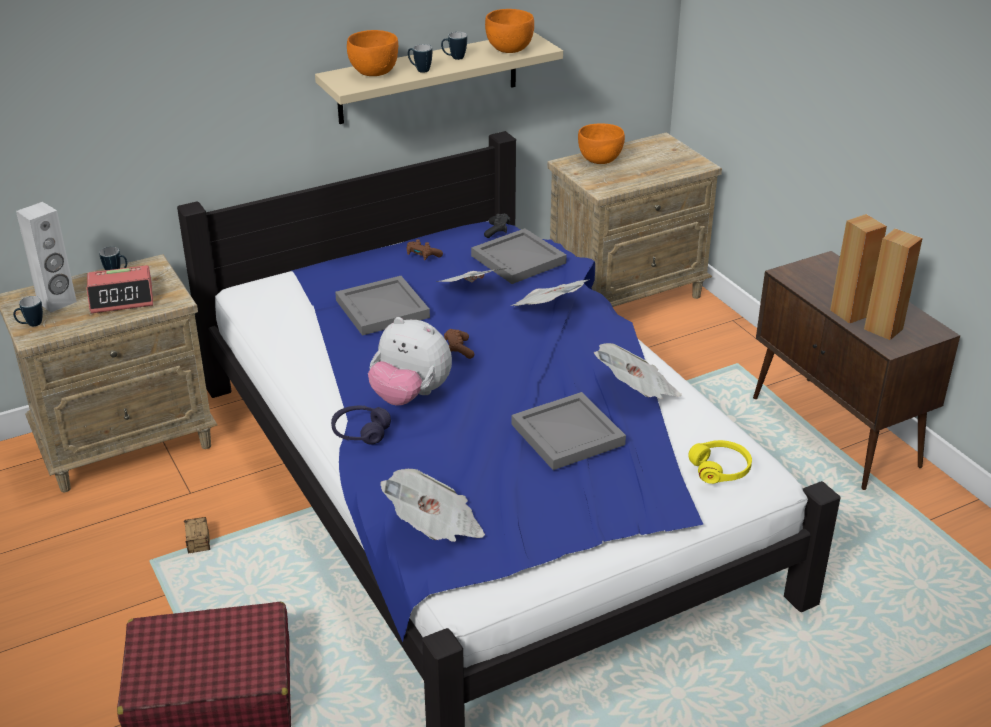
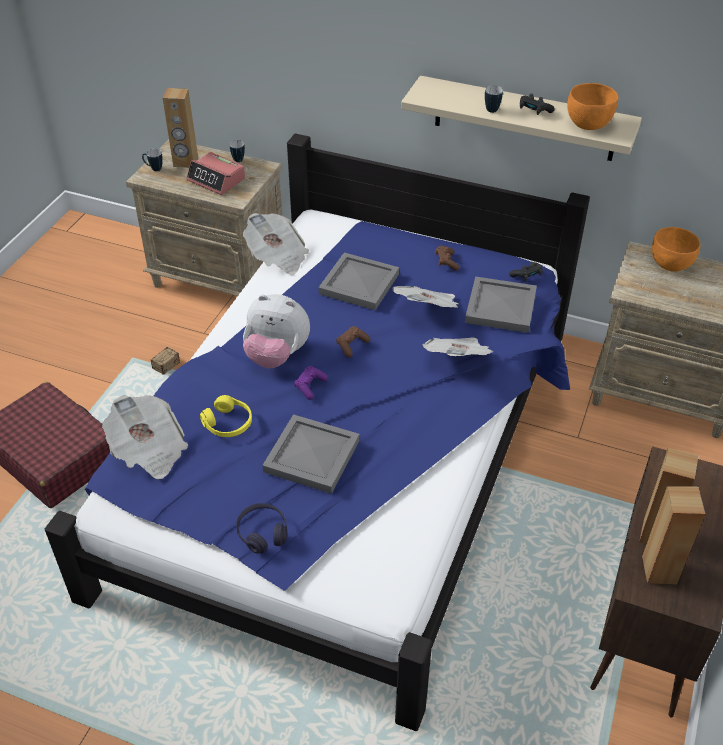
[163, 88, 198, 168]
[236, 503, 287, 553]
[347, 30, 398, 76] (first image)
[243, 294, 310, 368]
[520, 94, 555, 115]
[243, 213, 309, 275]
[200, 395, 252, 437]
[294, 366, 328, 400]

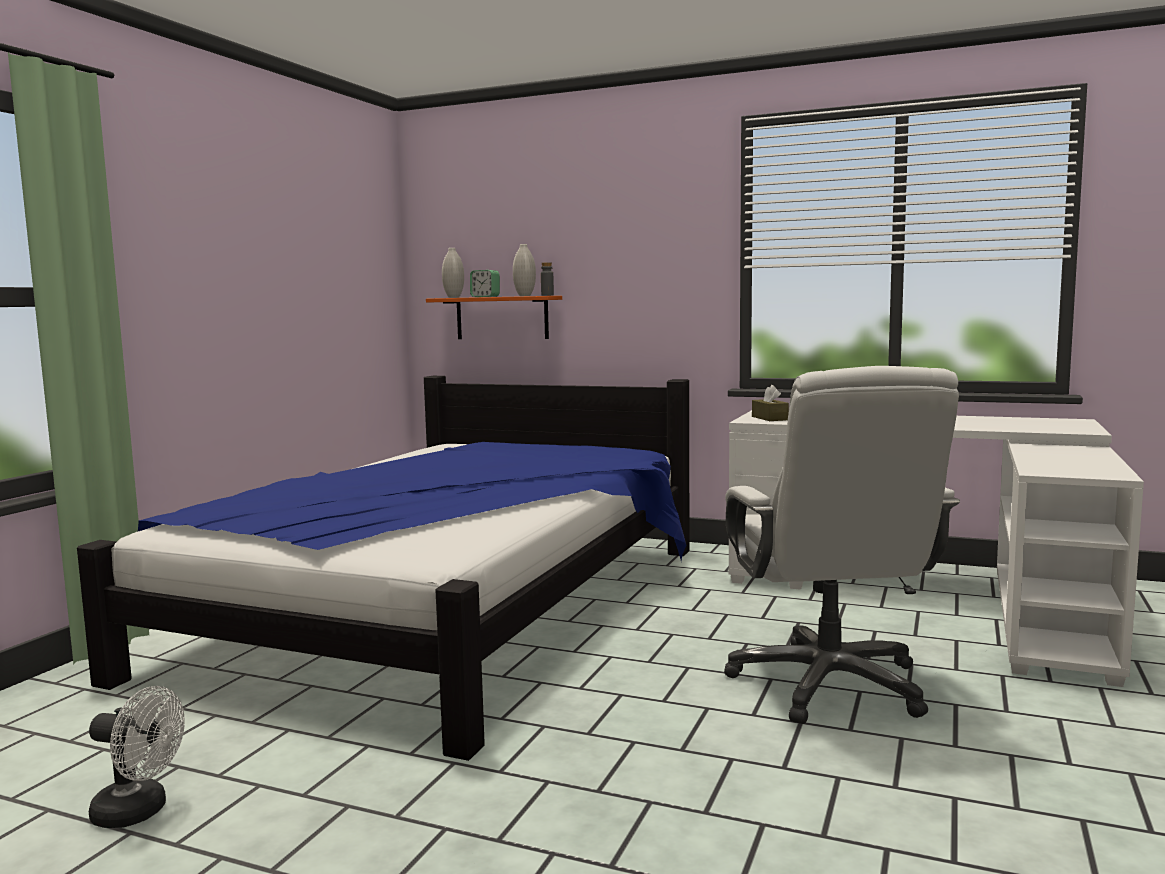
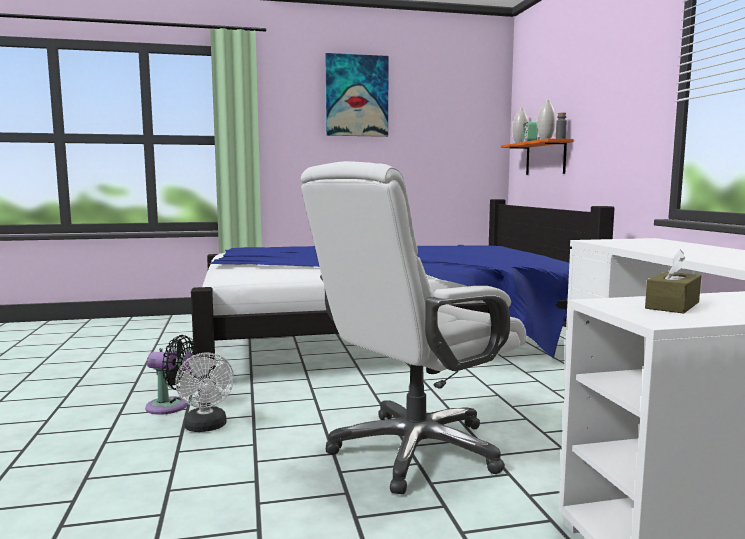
[175, 353, 234, 432]
[645, 250, 701, 314]
[145, 335, 198, 415]
[325, 53, 389, 137]

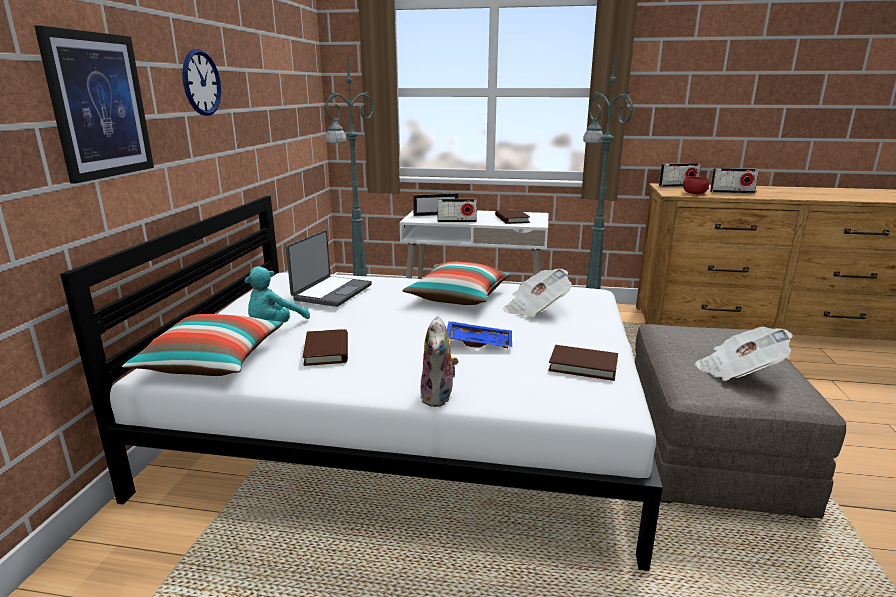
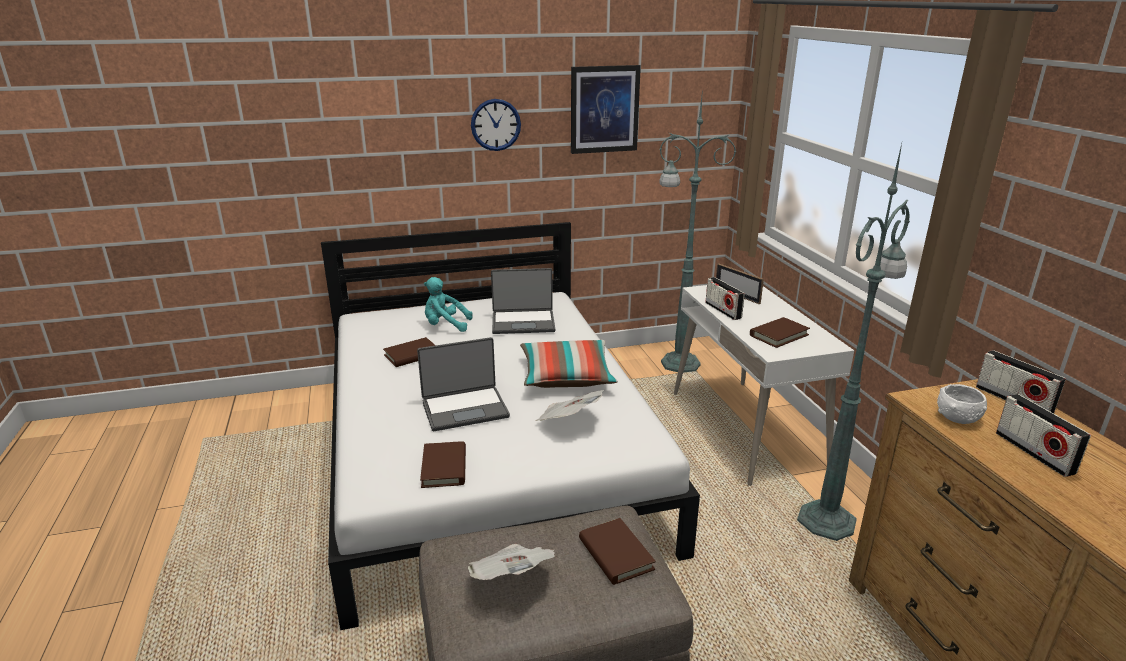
[571, 65, 641, 154]
[122, 314, 283, 376] (first image)
[420, 316, 459, 407] (first image)
[417, 337, 510, 431]
[937, 384, 987, 424]
[579, 518, 656, 585]

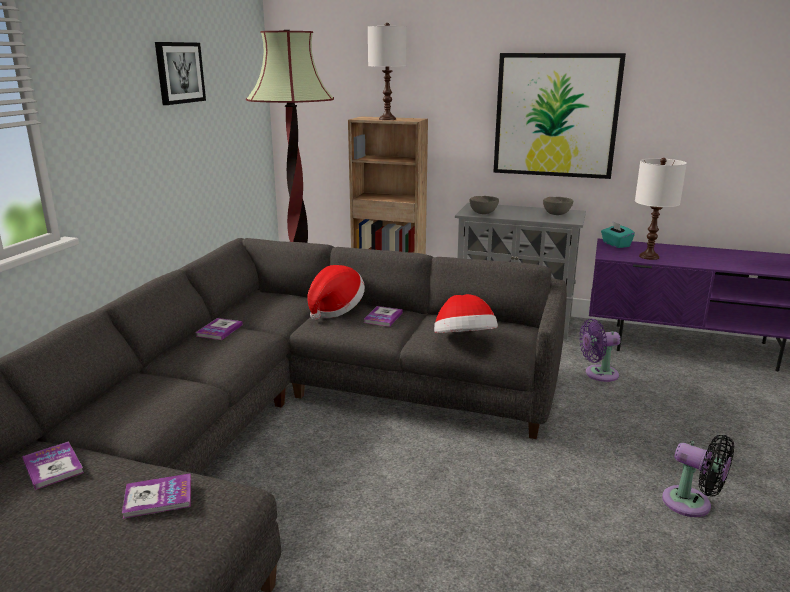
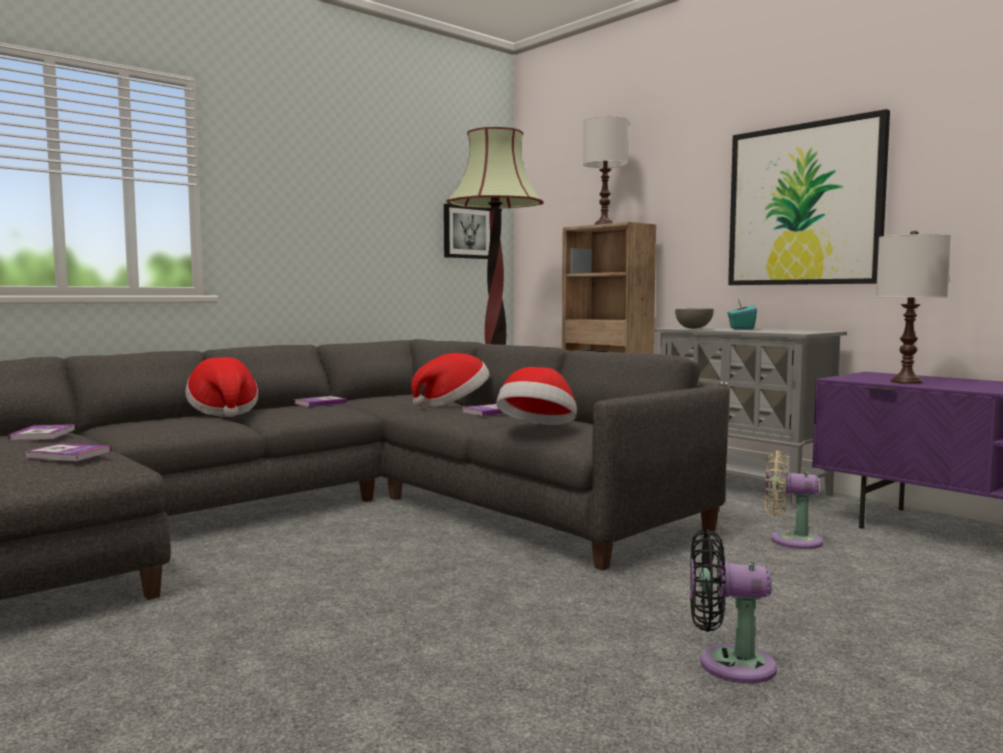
[444, 204, 491, 259]
[543, 197, 573, 215] (first image)
[765, 450, 823, 549]
[728, 299, 757, 329]
[690, 529, 777, 684]
[185, 357, 258, 417]

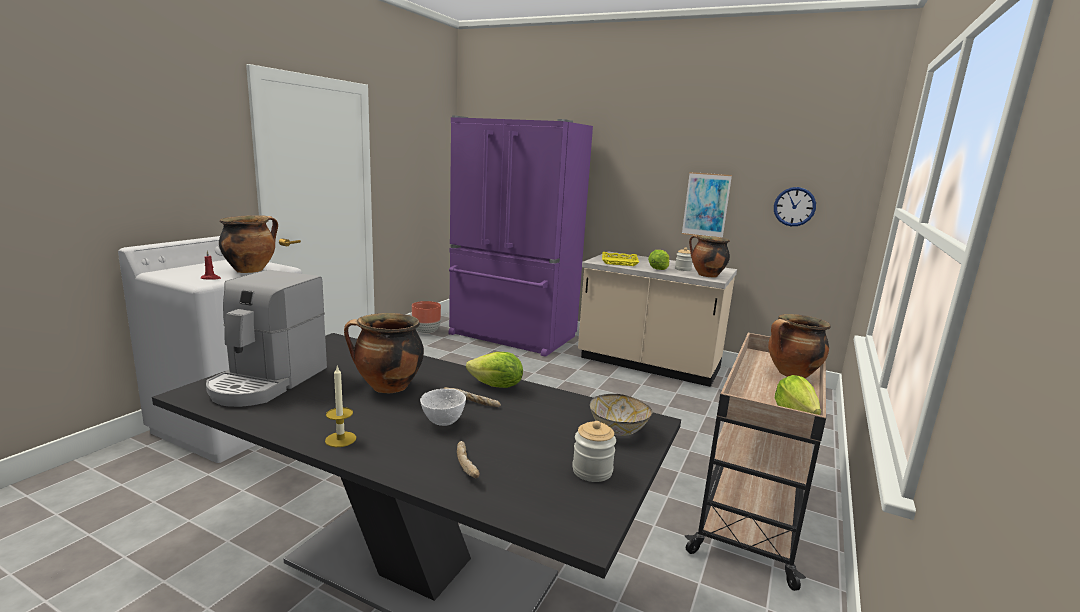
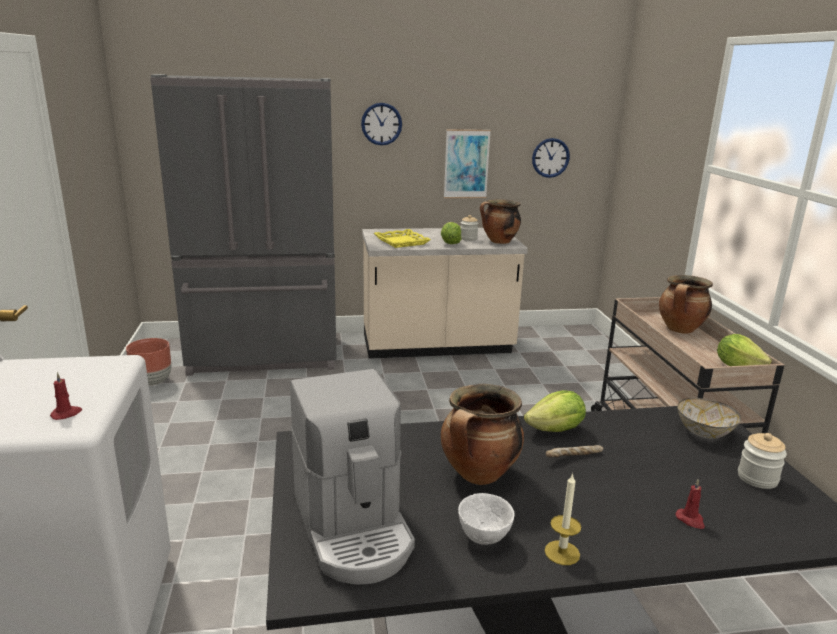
[219, 215, 278, 273] (first image)
[458, 493, 515, 545]
[150, 74, 337, 376]
[676, 479, 705, 529]
[361, 103, 402, 145]

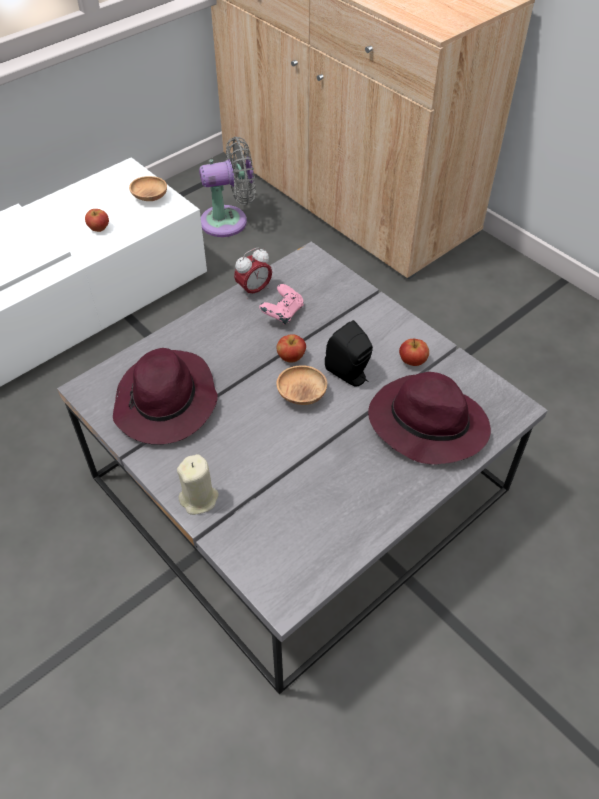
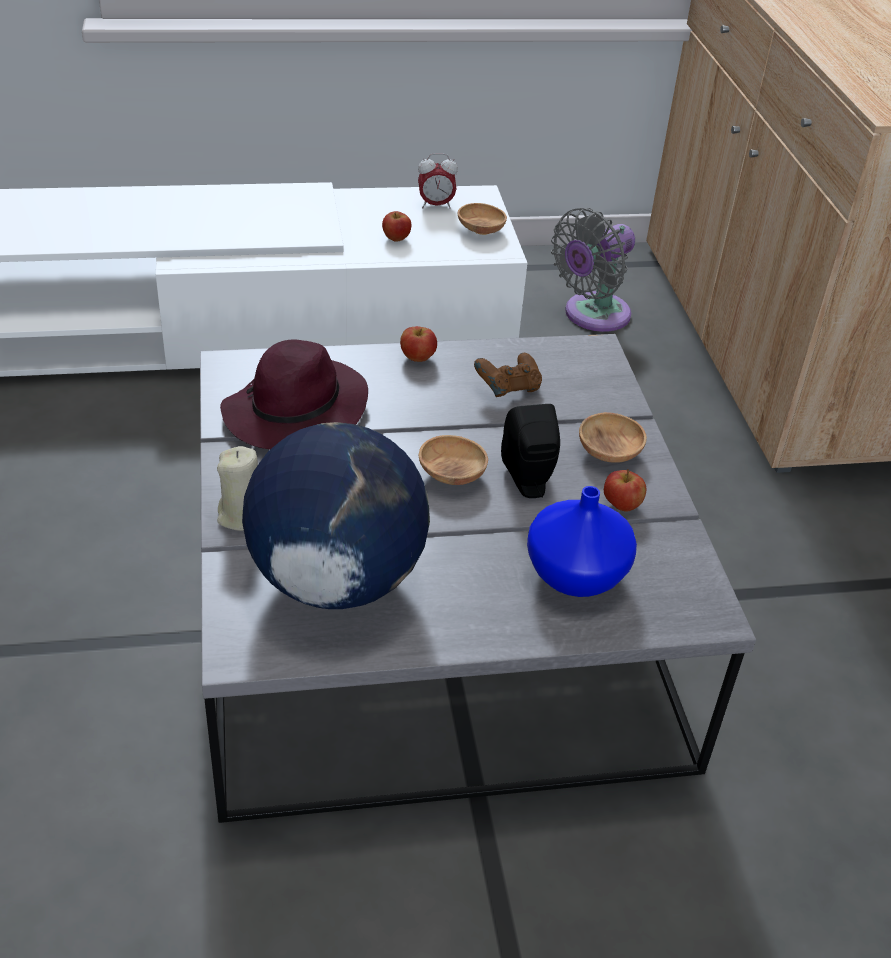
[551, 208, 635, 332]
[418, 153, 458, 209]
[474, 353, 542, 397]
[400, 326, 437, 362]
[527, 486, 637, 597]
[242, 422, 430, 609]
[579, 412, 647, 463]

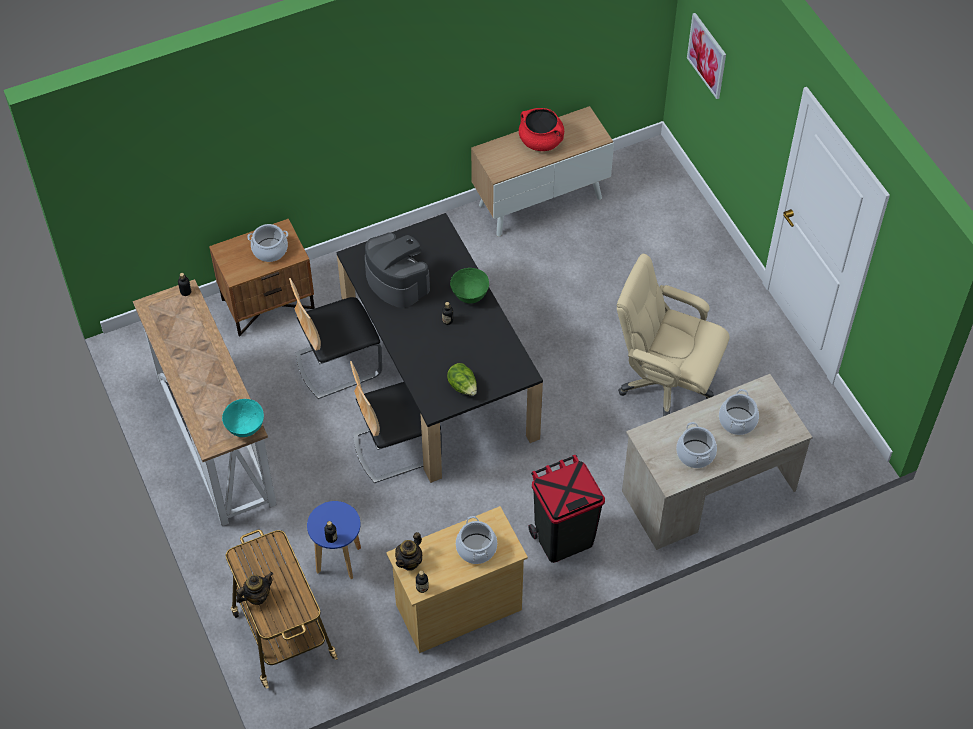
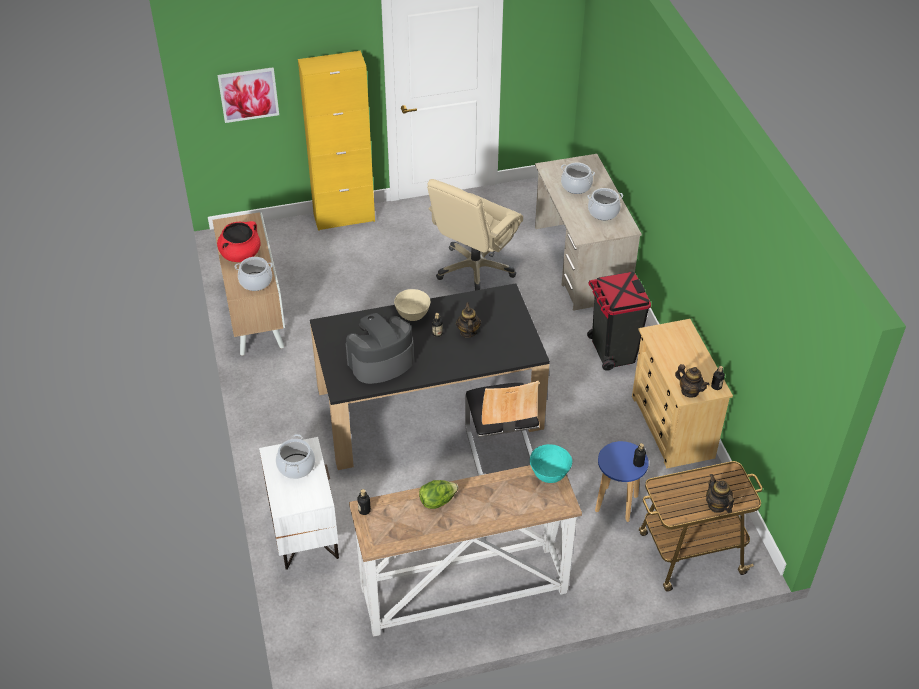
[259, 437, 339, 570]
[289, 278, 382, 399] (first image)
[419, 480, 459, 509]
[394, 289, 430, 321]
[235, 257, 272, 291]
[298, 51, 375, 231]
[456, 302, 481, 338]

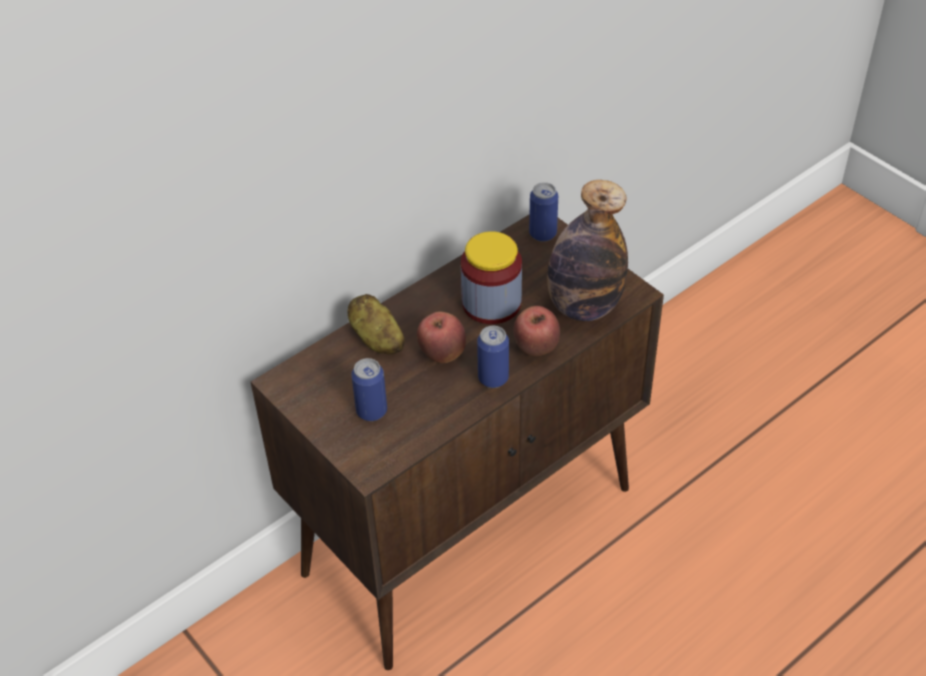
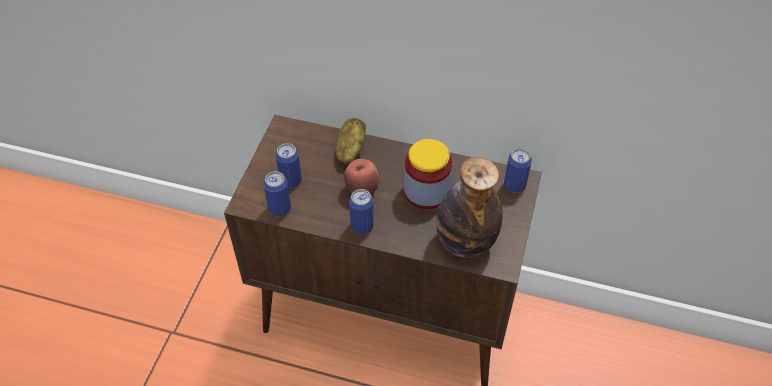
[513, 306, 560, 356] (first image)
[263, 171, 291, 216]

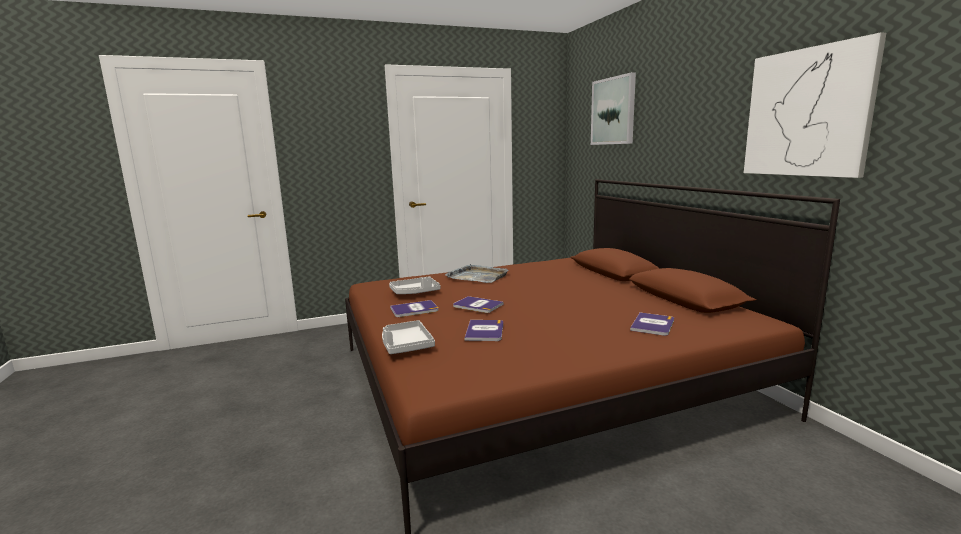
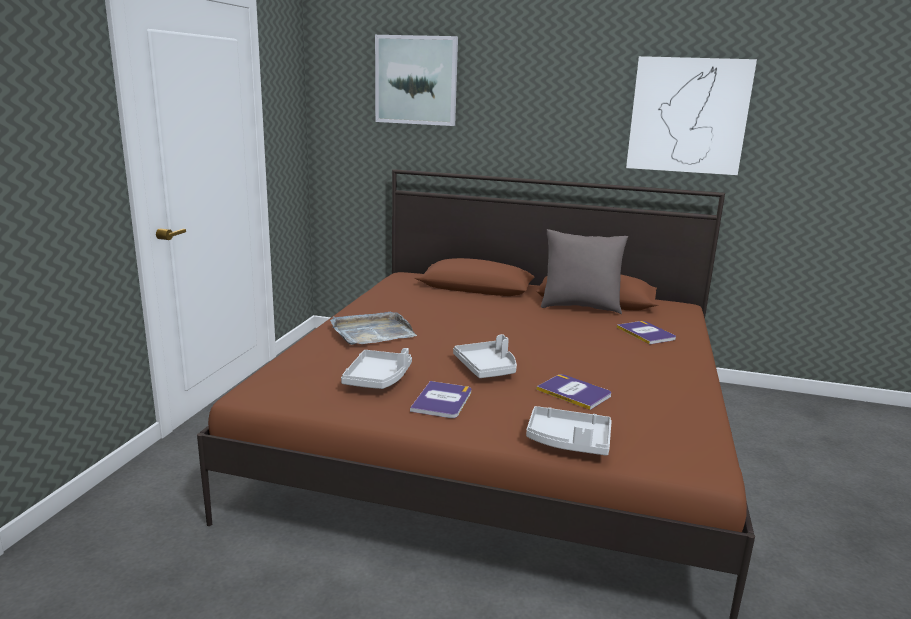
[453, 334, 517, 378]
[541, 229, 628, 314]

